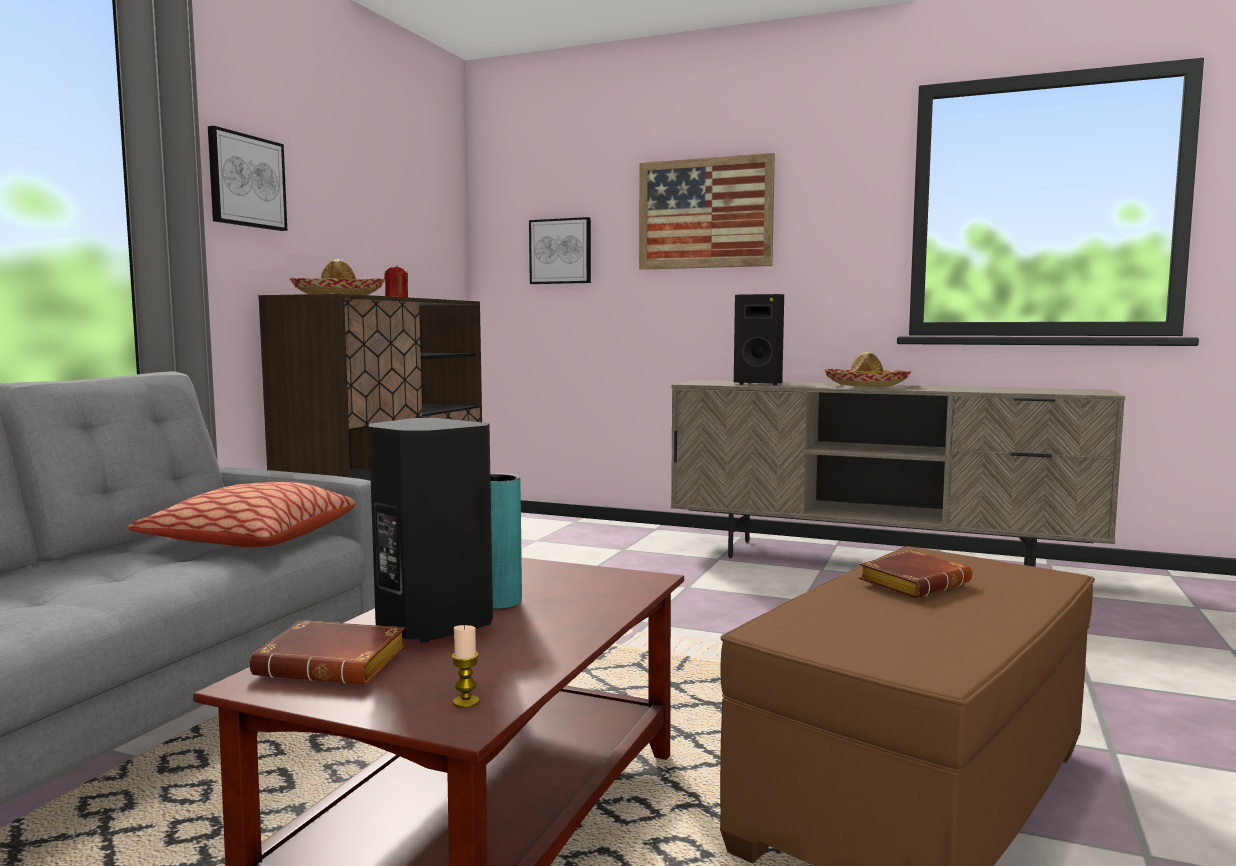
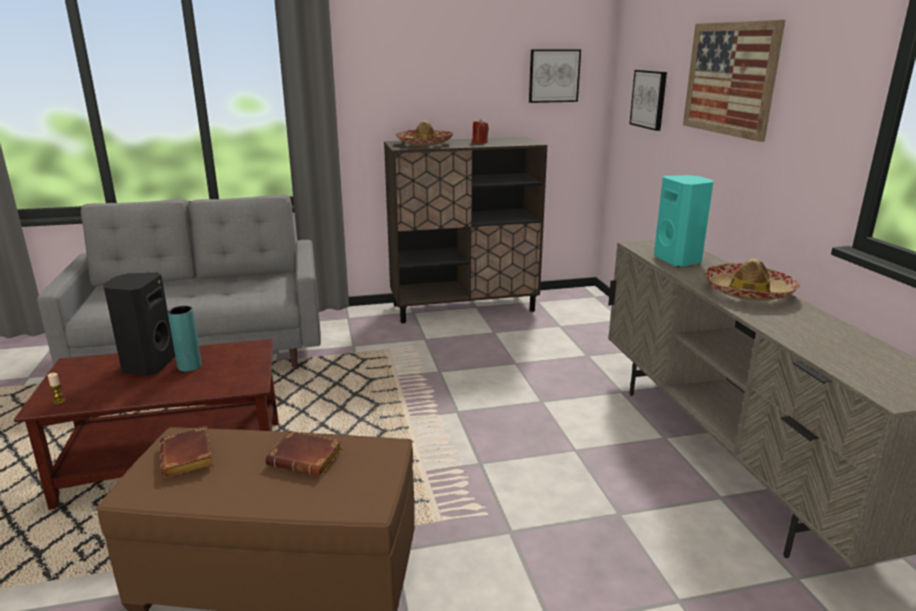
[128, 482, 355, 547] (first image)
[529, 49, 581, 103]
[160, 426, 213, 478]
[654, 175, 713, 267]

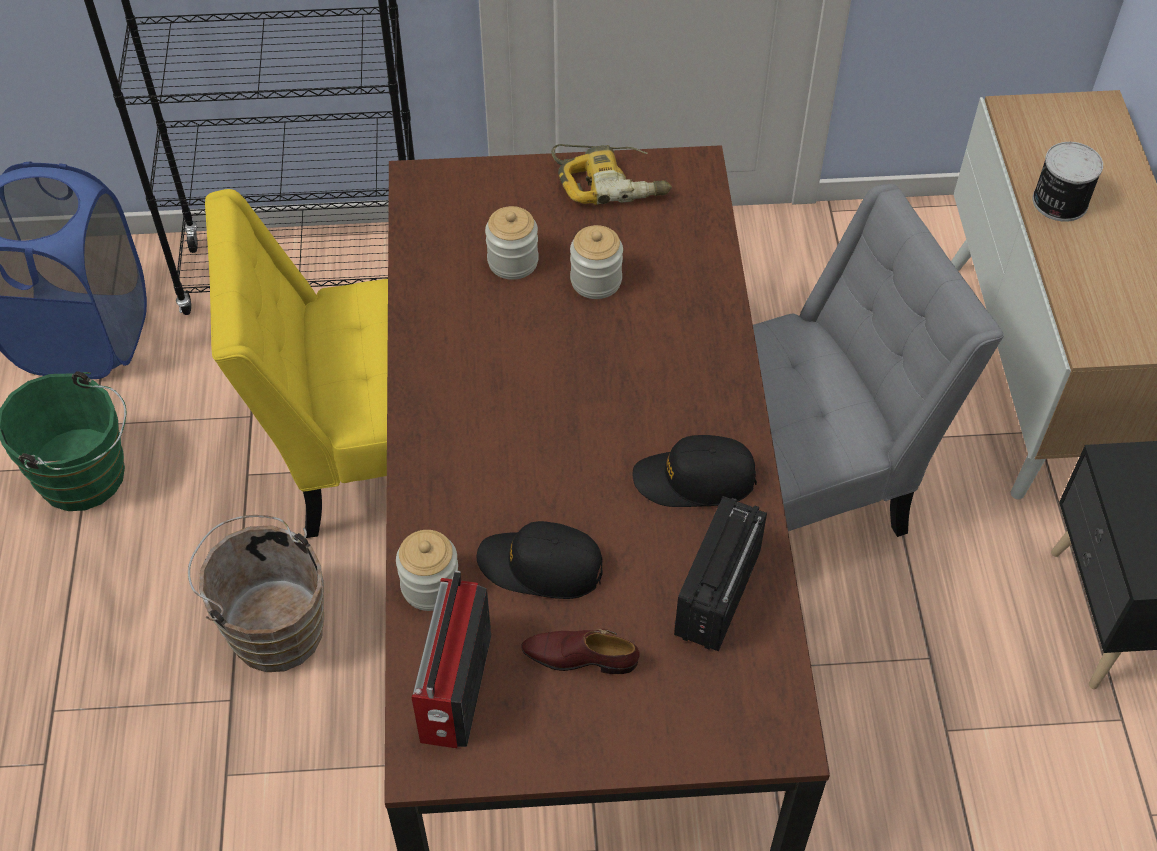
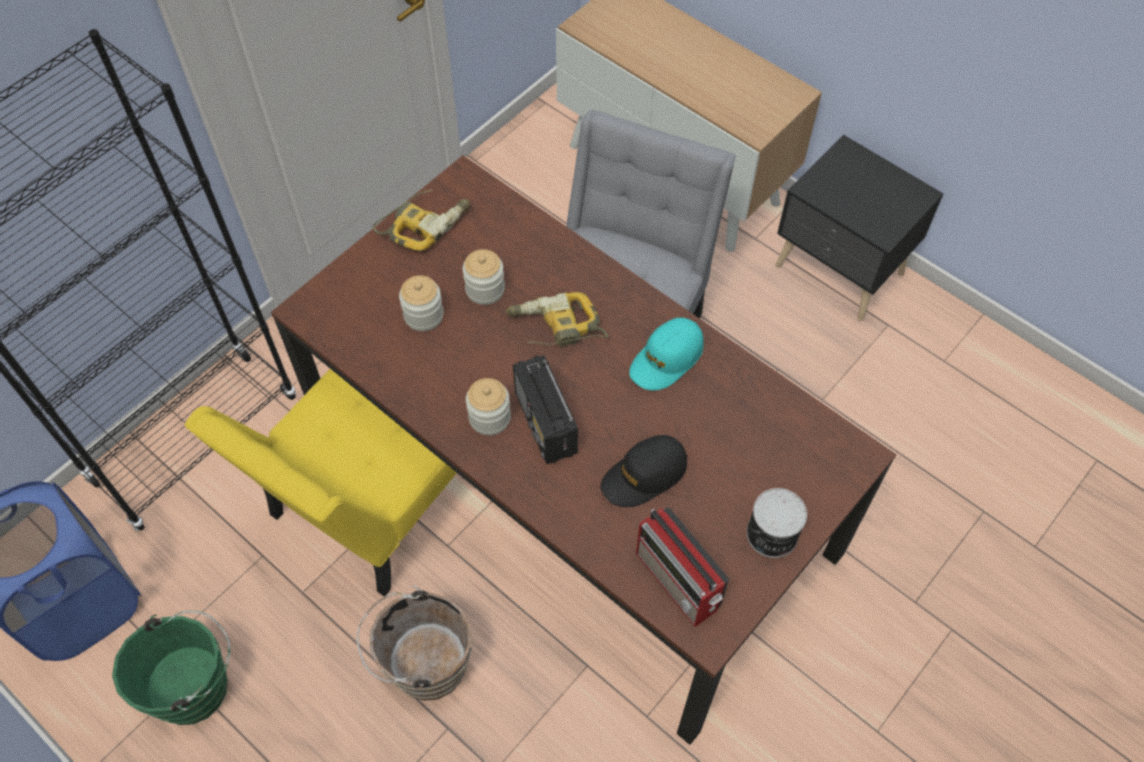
[466, 378, 511, 435]
[521, 629, 640, 674] (first image)
[629, 318, 704, 390]
[513, 355, 578, 464]
[746, 488, 807, 558]
[505, 292, 608, 347]

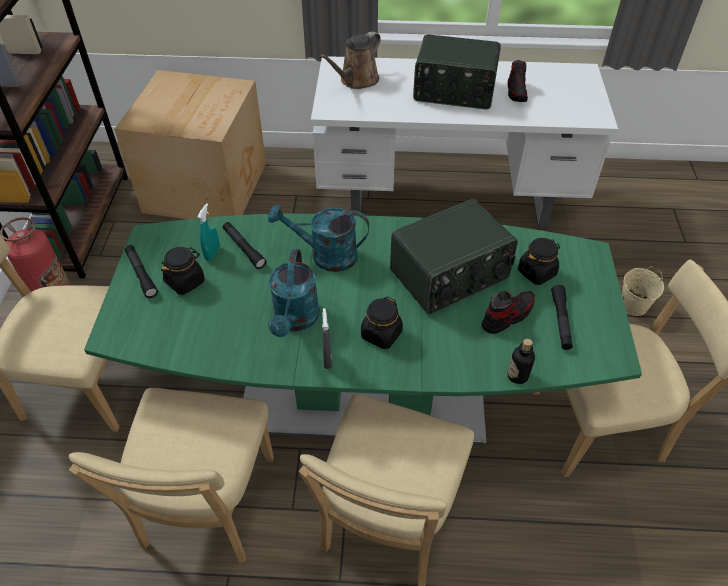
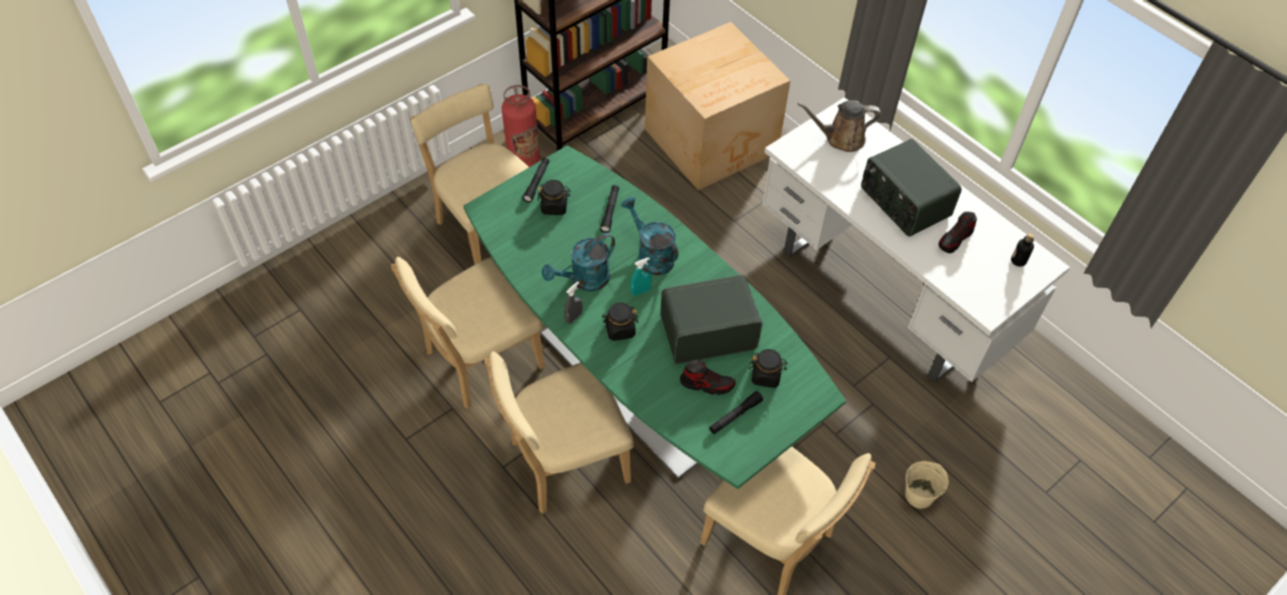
[630, 258, 652, 296]
[660, 275, 762, 364]
[1011, 233, 1034, 267]

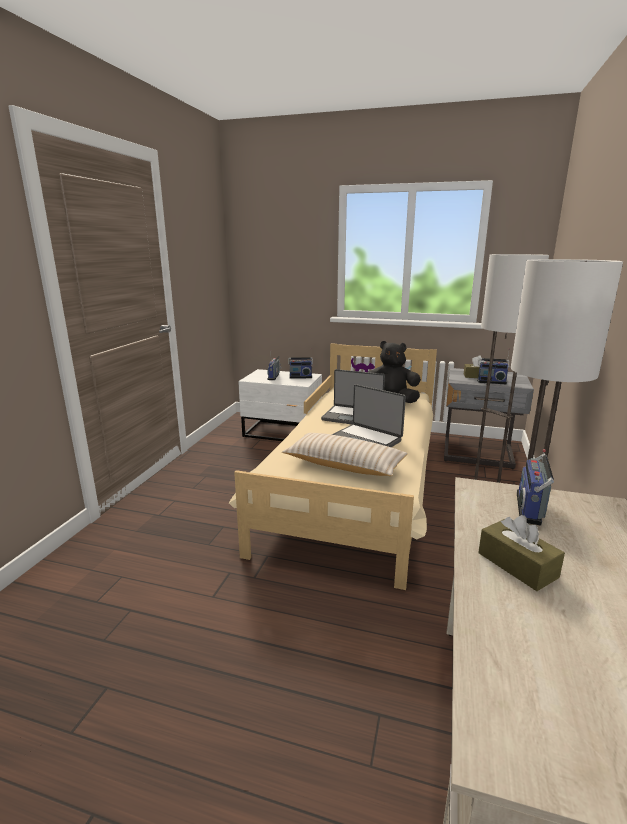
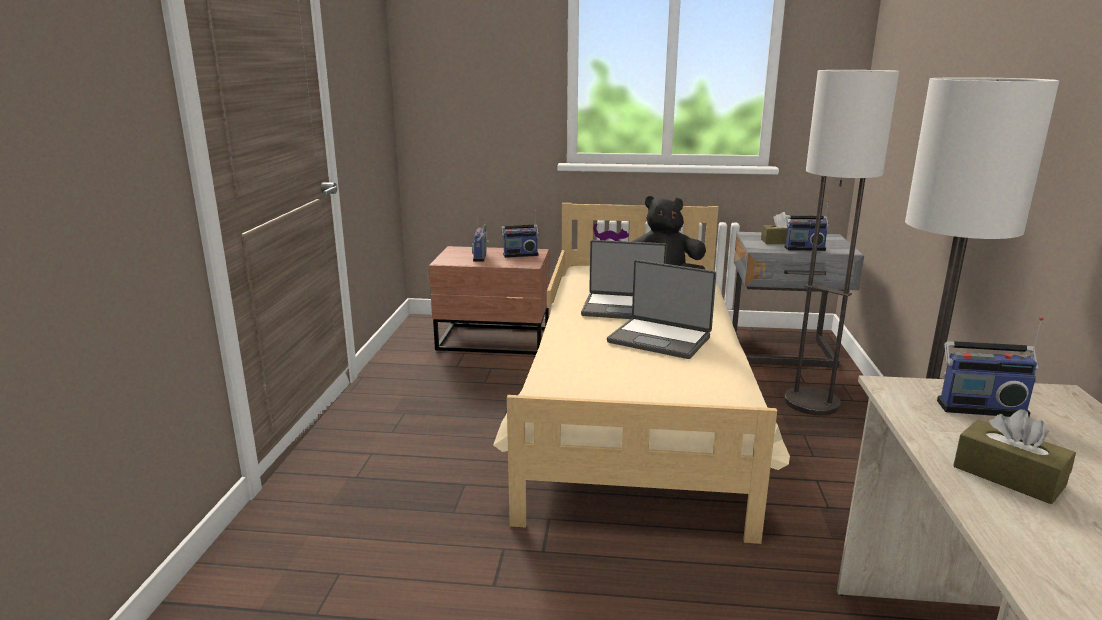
[429, 246, 549, 355]
[282, 433, 408, 476] (first image)
[937, 316, 1044, 417]

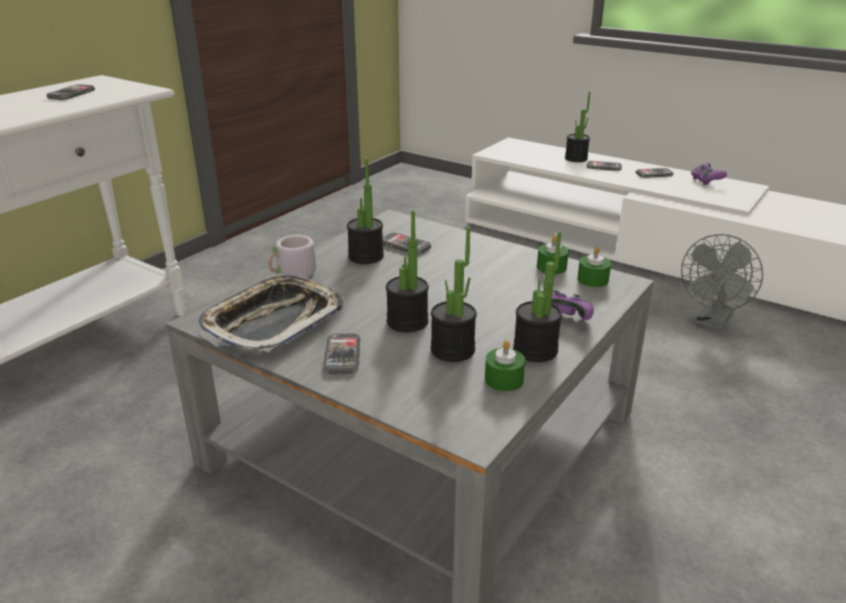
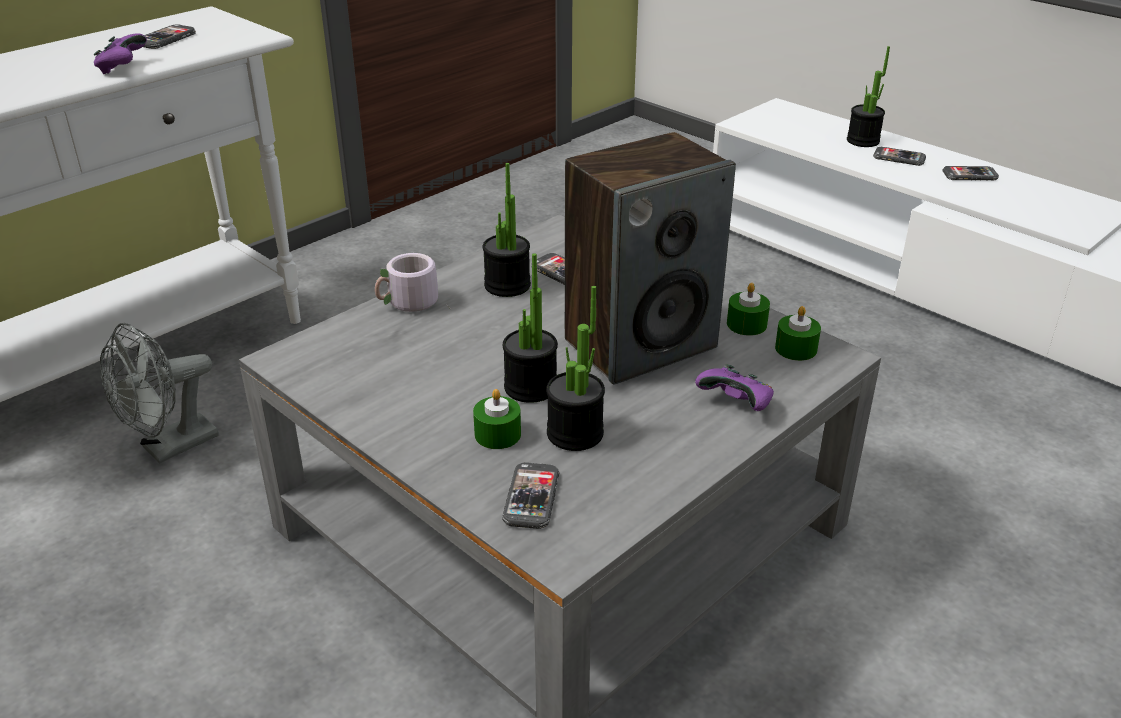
[197, 274, 344, 352] (first image)
[502, 462, 559, 529]
[473, 389, 521, 449]
[513, 231, 562, 362] (first image)
[100, 323, 219, 464]
[94, 34, 147, 74]
[565, 132, 736, 385]

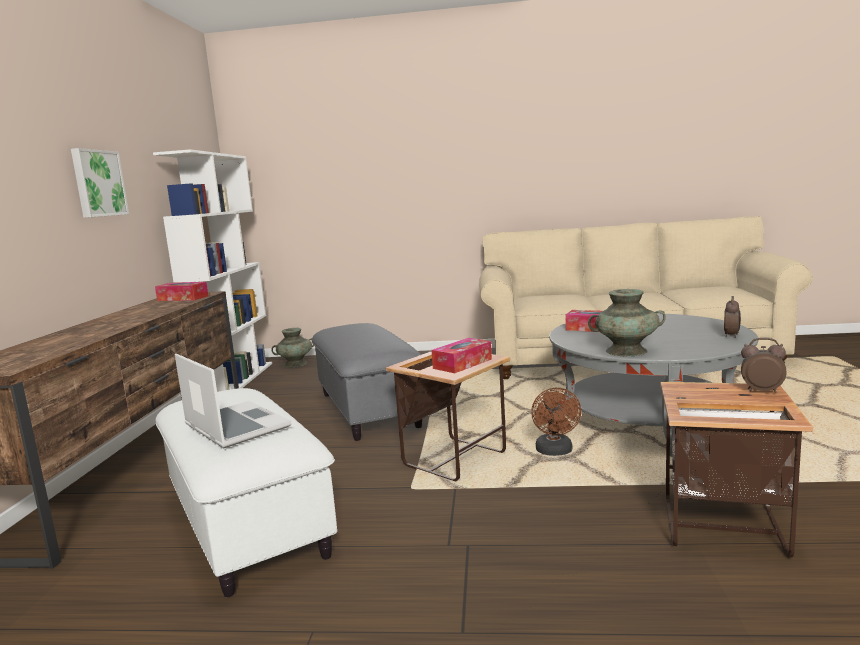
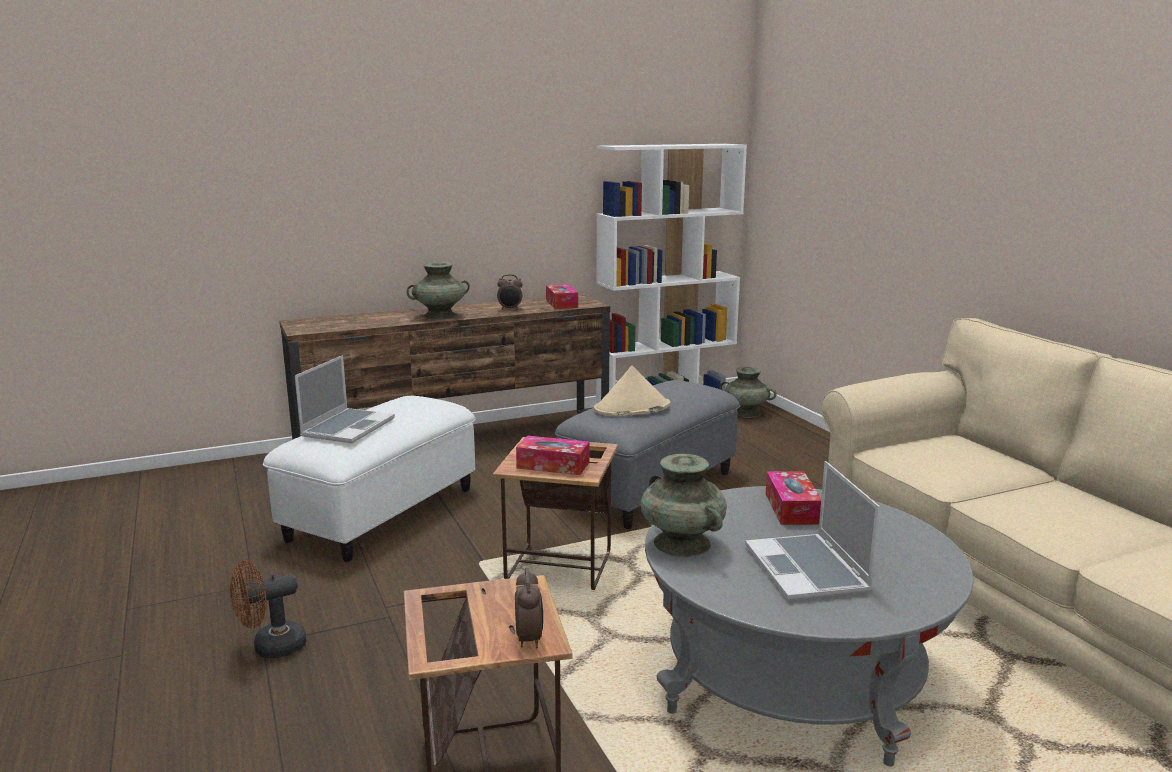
[71, 148, 129, 218] (first image)
[230, 561, 307, 658]
[497, 274, 523, 310]
[406, 262, 470, 320]
[594, 366, 670, 416]
[745, 461, 880, 601]

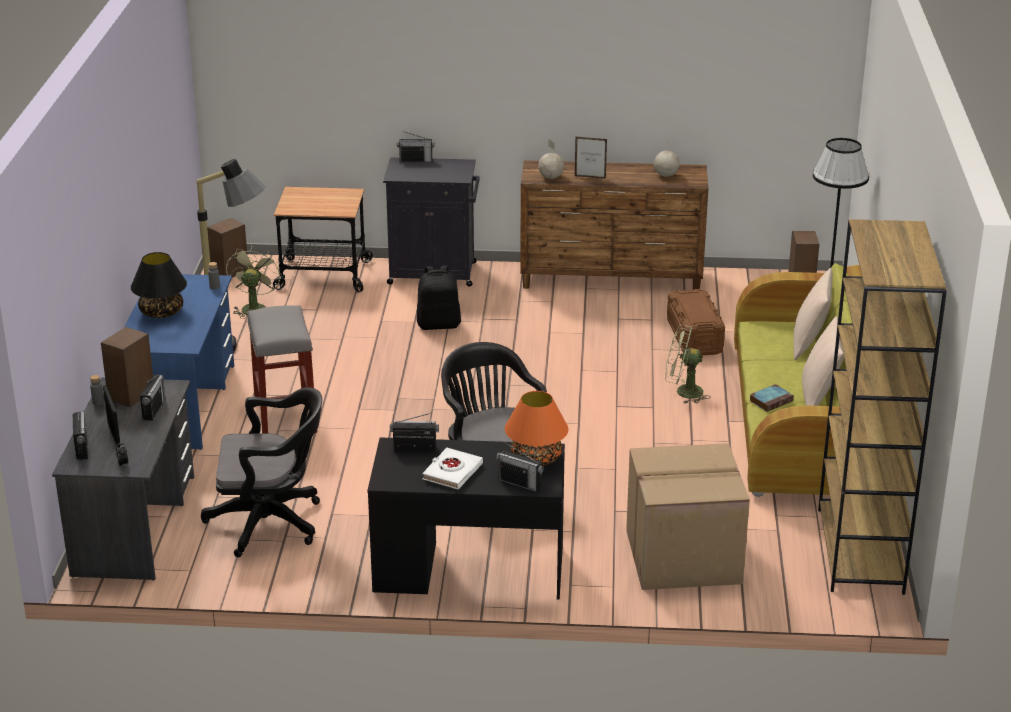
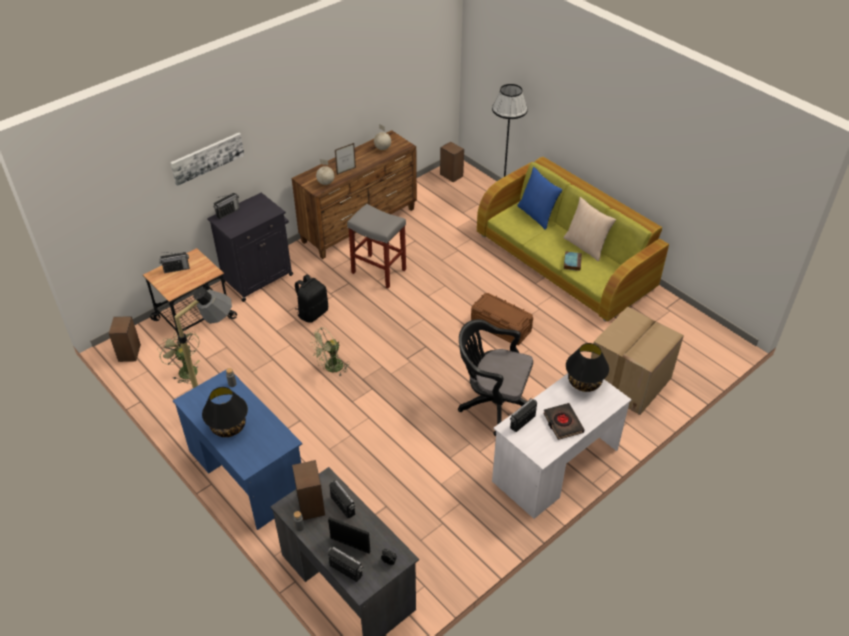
[201, 387, 322, 557] (first image)
[347, 204, 406, 288]
[492, 374, 632, 519]
[543, 403, 585, 440]
[159, 252, 190, 273]
[566, 343, 609, 392]
[310, 327, 350, 377]
[471, 293, 533, 345]
[517, 167, 563, 230]
[818, 219, 947, 595] (first image)
[170, 133, 244, 186]

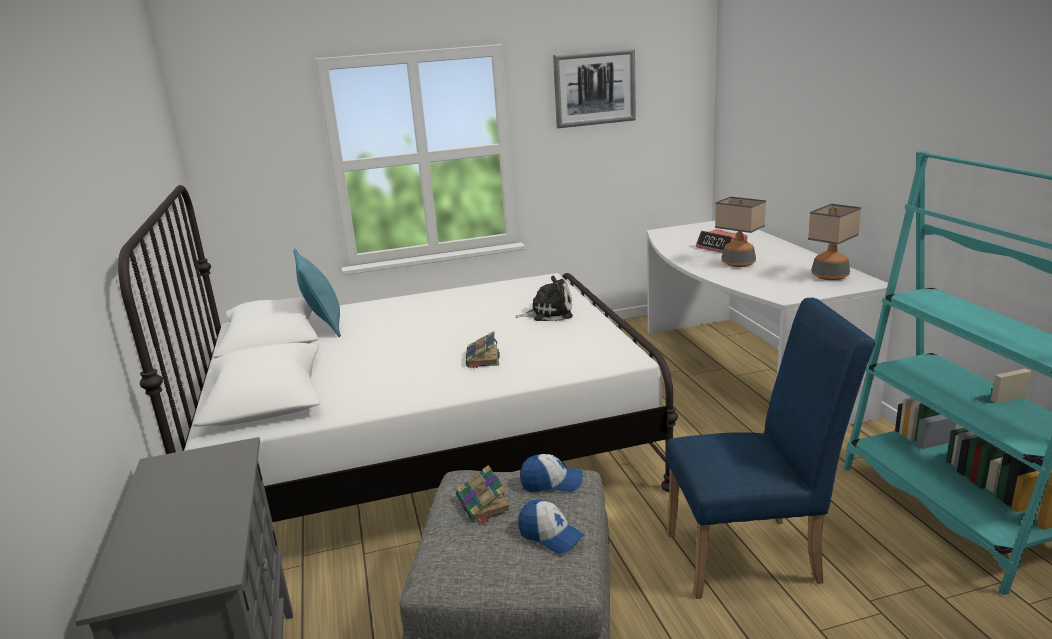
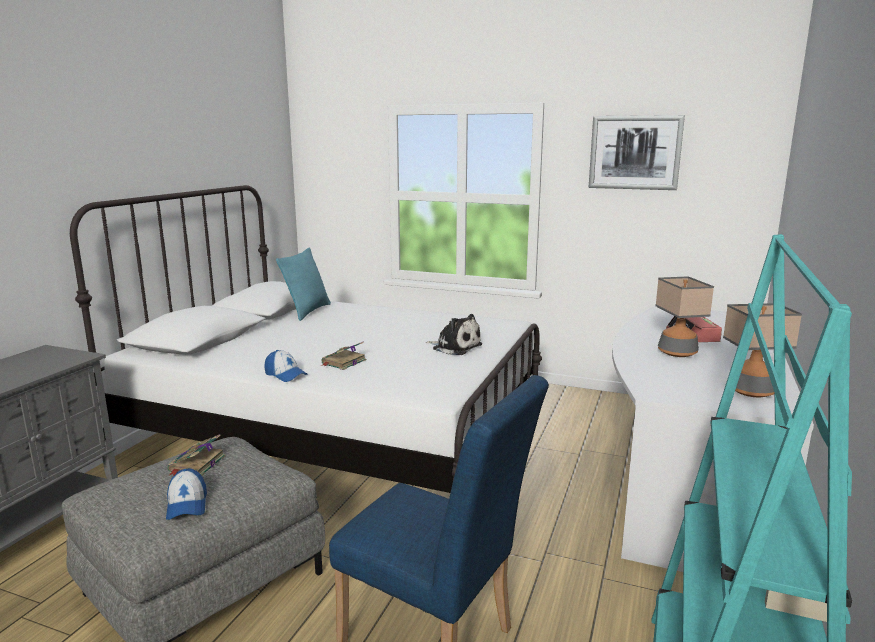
[264, 350, 307, 382]

